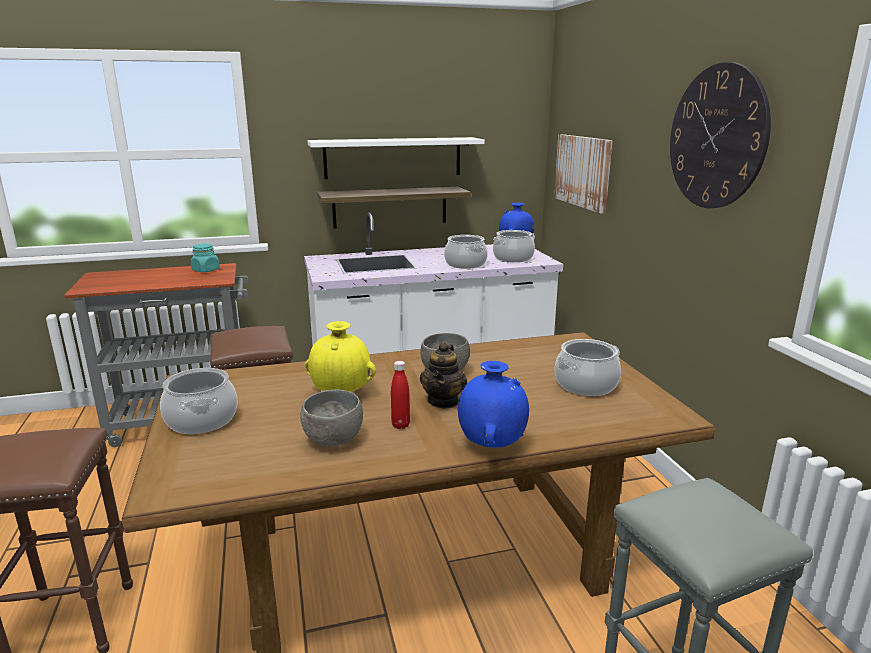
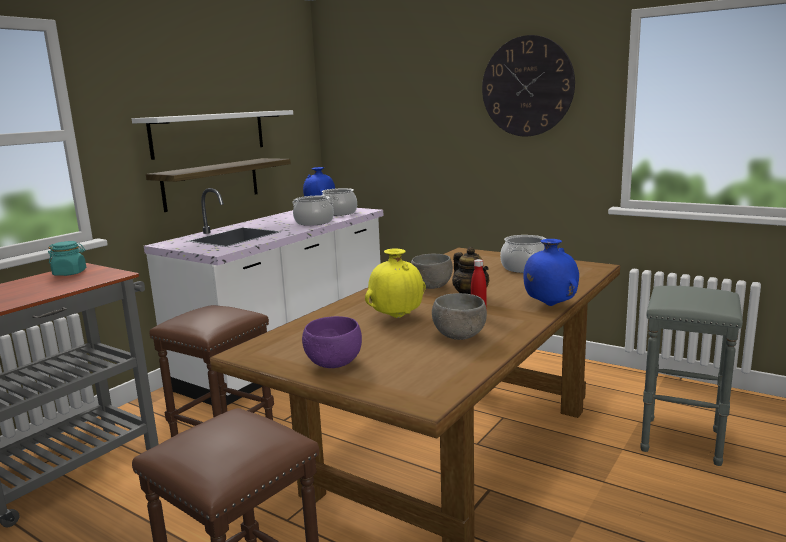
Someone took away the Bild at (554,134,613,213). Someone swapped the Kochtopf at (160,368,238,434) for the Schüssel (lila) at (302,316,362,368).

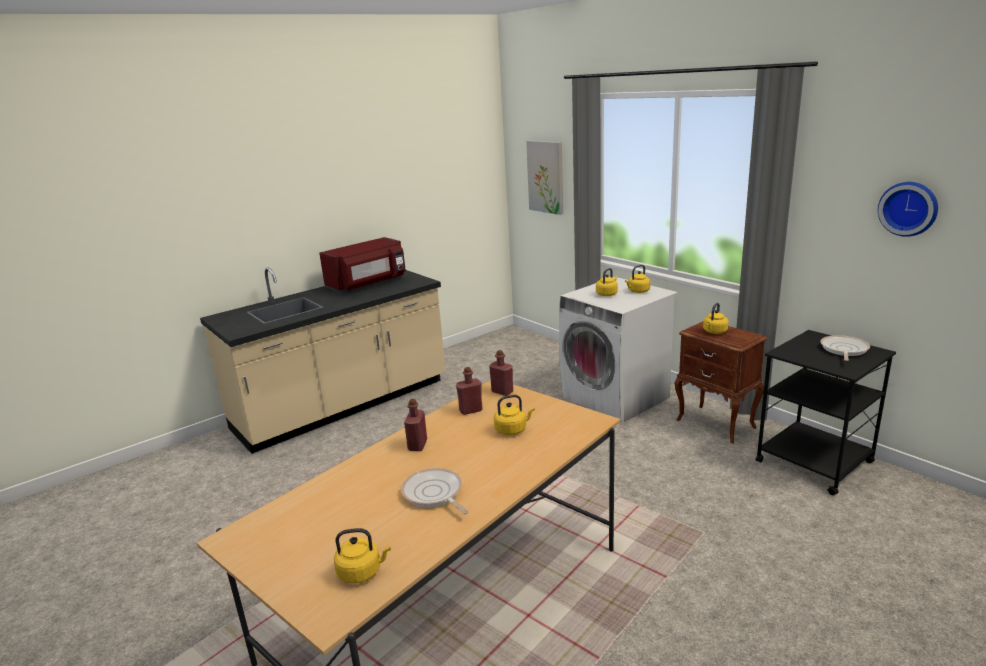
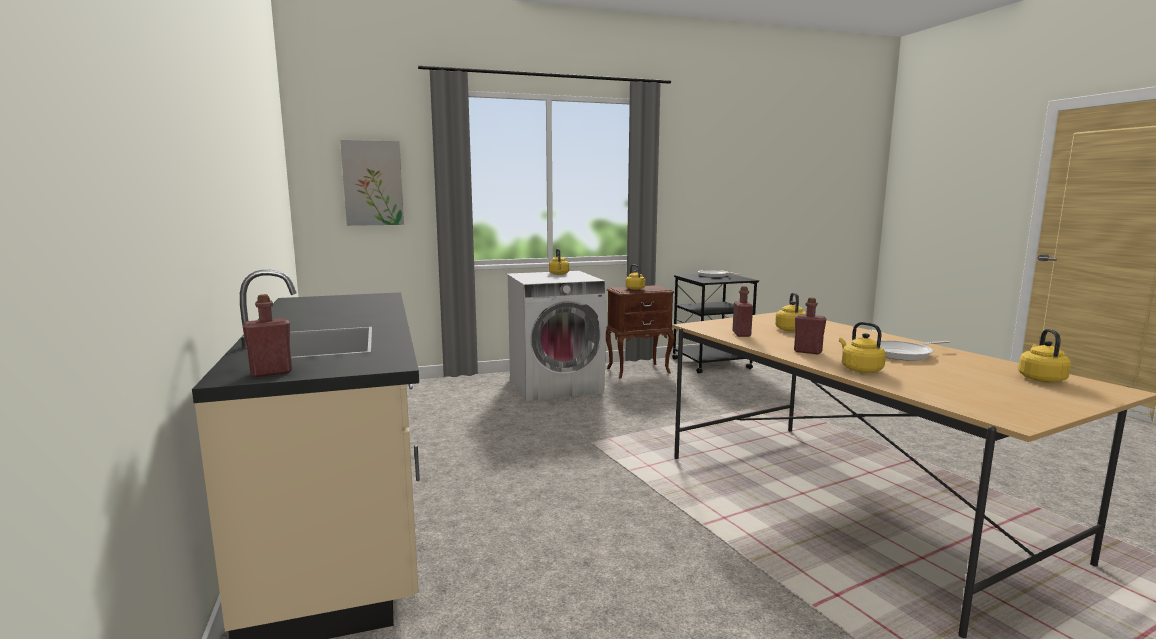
Someone took away the Mikrowelle (rot) at (319,237,405,292). Someone took away the Wanduhr at (878,182,938,237). Someone carried the Flasche (rot) from (489,350,513,396) to (242,294,292,377). Someone carried the Wasserkessel (gelb) from (596,268,618,296) to (839,322,886,373).

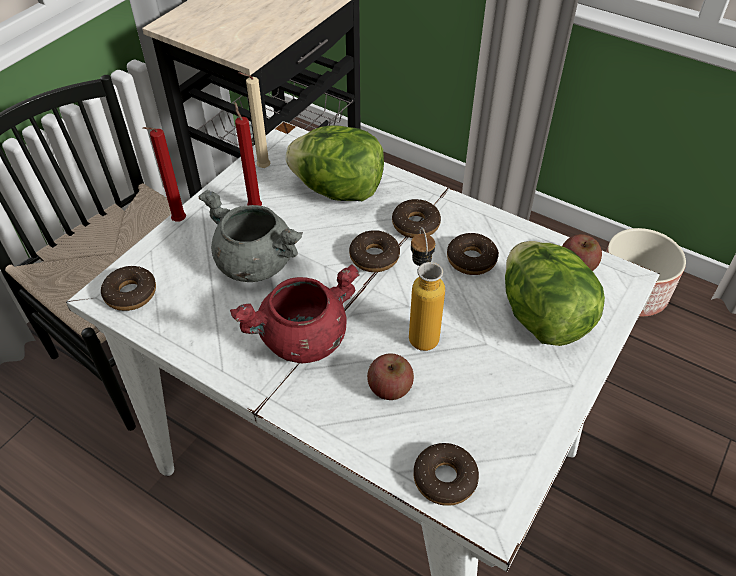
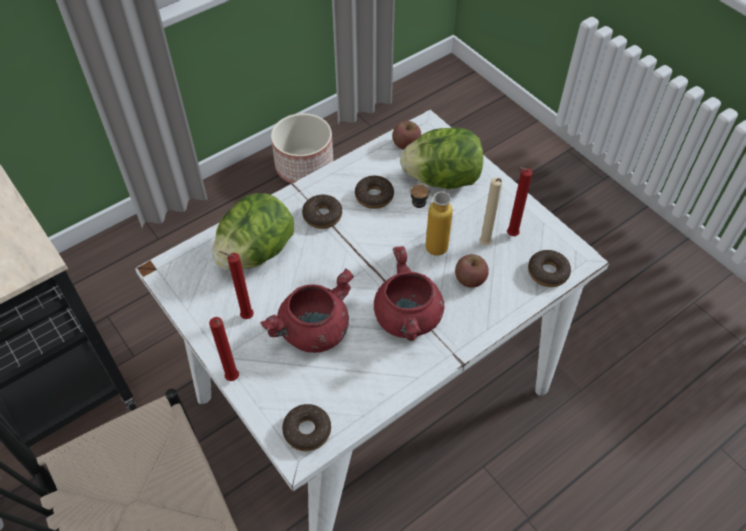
Someone took away the Donut at (349,230,400,272). Someone put down the Kerze (rot) at (507,167,533,236). Someone carried the Kerze (beige) from (239,72,270,168) to (479,177,502,246). Someone repainted the Kochtopf (grau) at (198,190,303,282), which became the Kochtopf (rot) at (260,269,354,353).

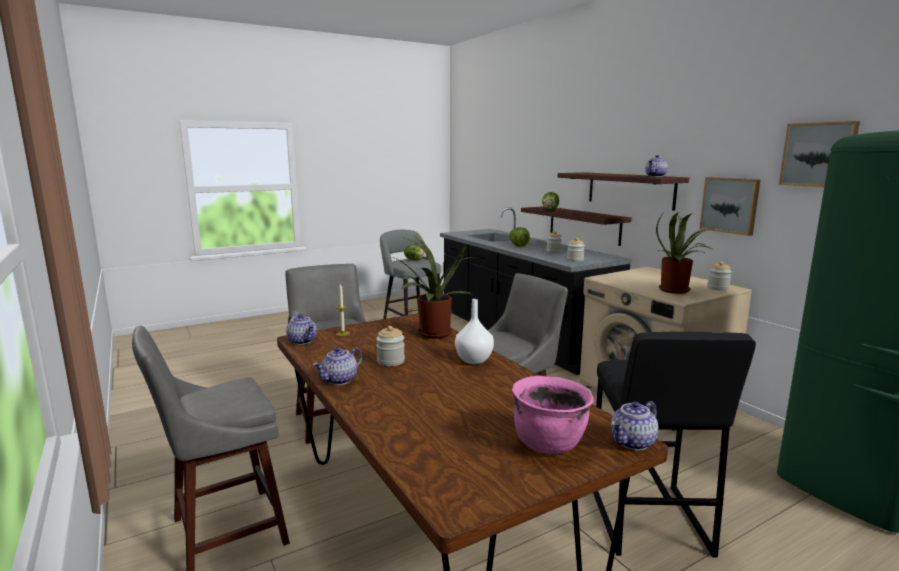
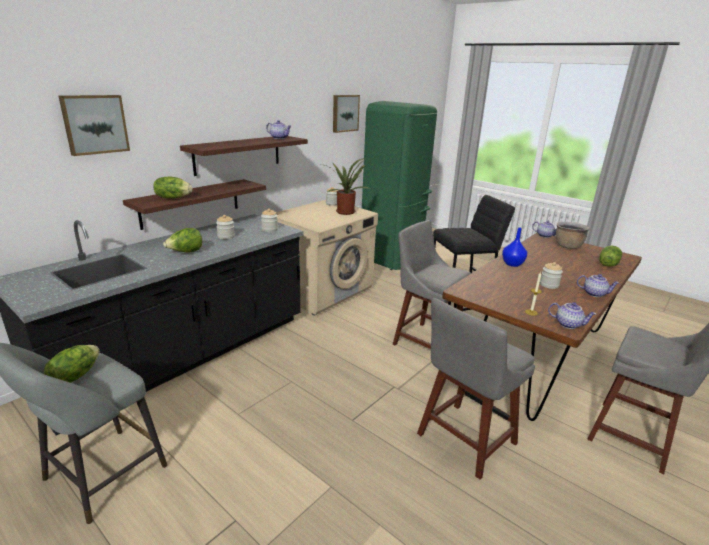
Someone took away the Topfpflanze at (391,236,476,339). Someone put down the Salatkopf at (599,246,622,267). Someone carried the Bild from (700,177,760,236) to (59,95,130,156). Someone repainted the Vase (weiß) at (455,299,494,364), which became the Vase (blau) at (502,228,527,267). Someone repainted the Kochtopf (rosa) at (512,376,594,454), which became the Kochtopf (braun) at (556,222,590,249). Someone rotated the Teekanne at (286,314,317,345) by 90 degrees clockwise.

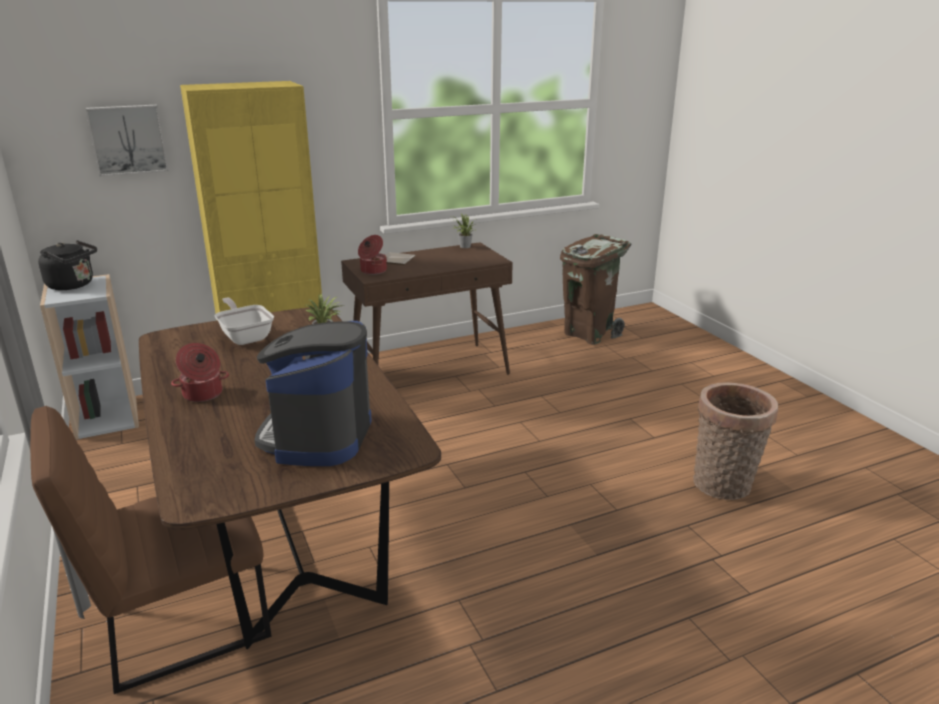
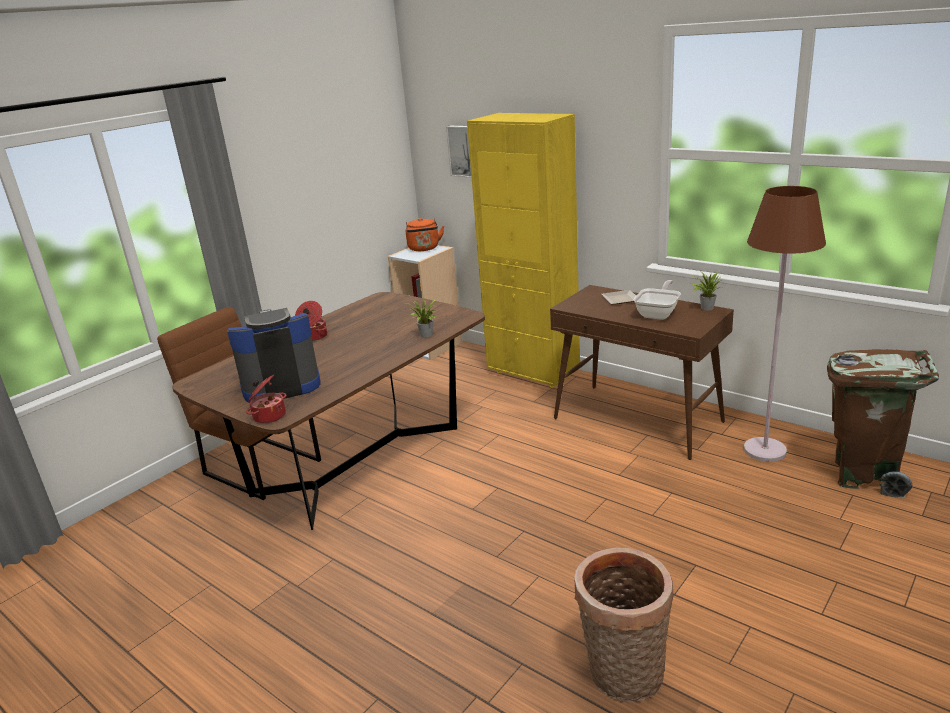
Someone put down the Stehlampe (braun) at (744,186,826,462). Someone carried the Pfanne from (214,297,274,345) to (633,280,681,320). Someone carried the Kochtopf from (358,235,387,275) to (246,375,287,424). Someone repainted the Wasserkessel (schwarz) at (38,240,97,290), which became the Wasserkessel (orange) at (406,218,444,251).

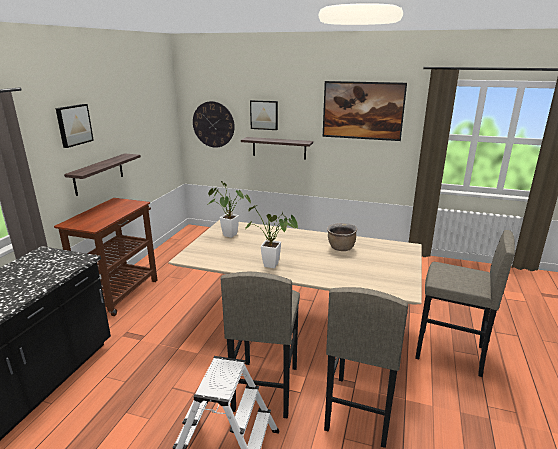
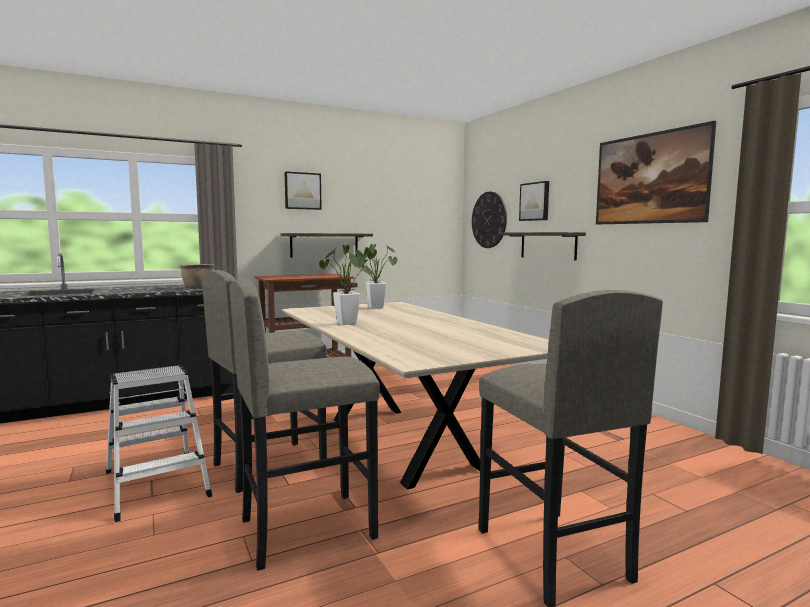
Someone carried the Kochtopf (braun) from (327,223,358,251) to (180,264,215,289).

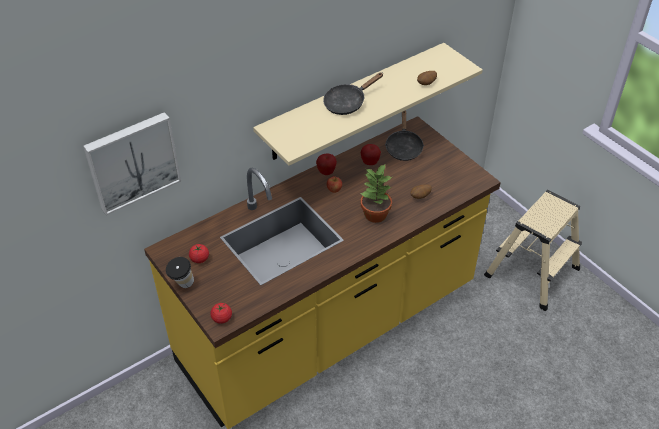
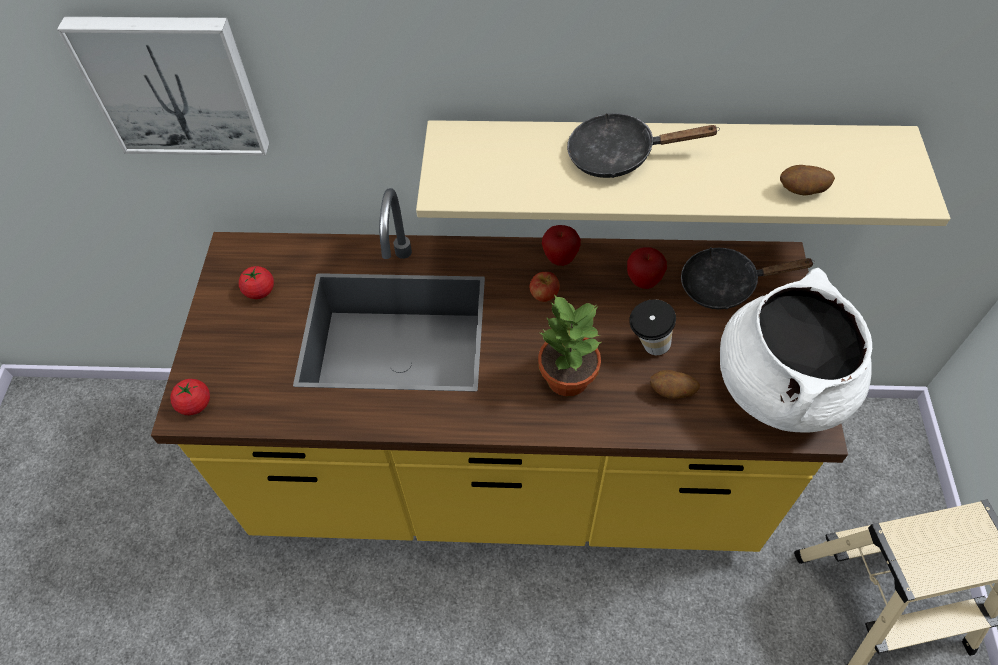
Someone put down the Kochtopf (weiß) at (720,268,872,433). Someone carried the Tasse from (166,257,194,288) to (629,299,676,355). Someone rotated the Pfanne (schwarz) at (385,111,424,161) by 45 degrees clockwise.

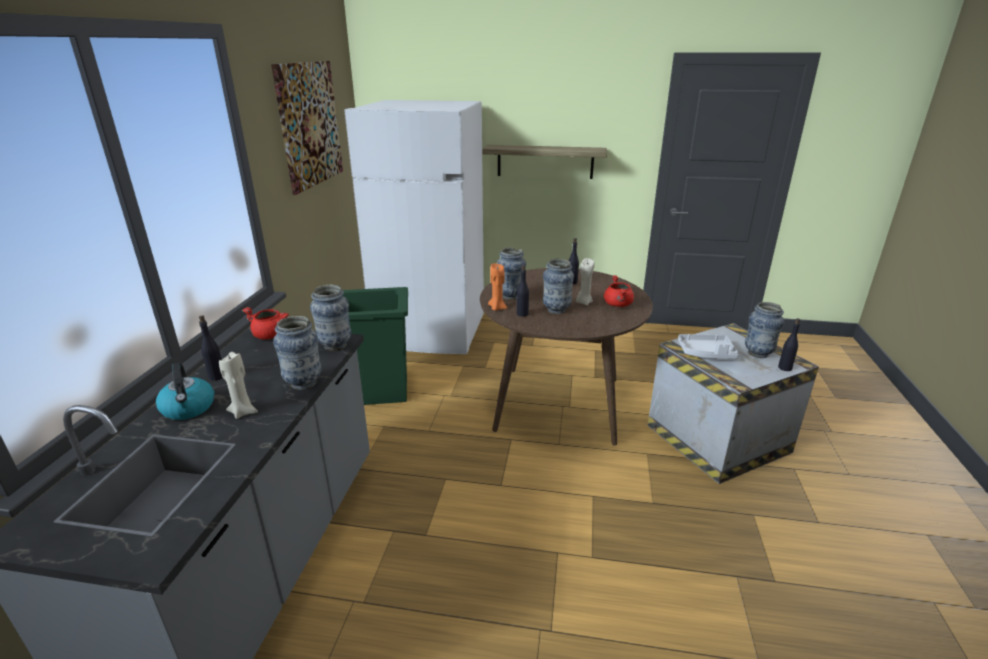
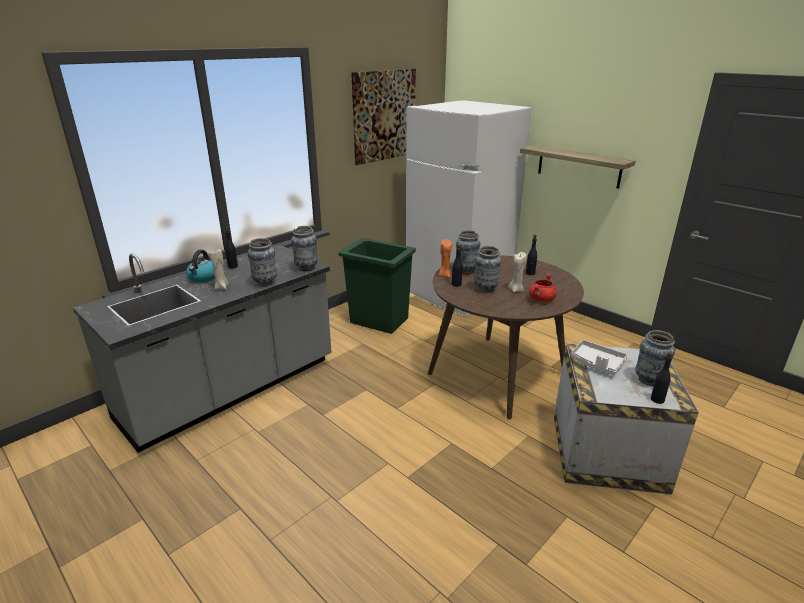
Someone took away the Kochtopf (rot) at (242,307,289,340).

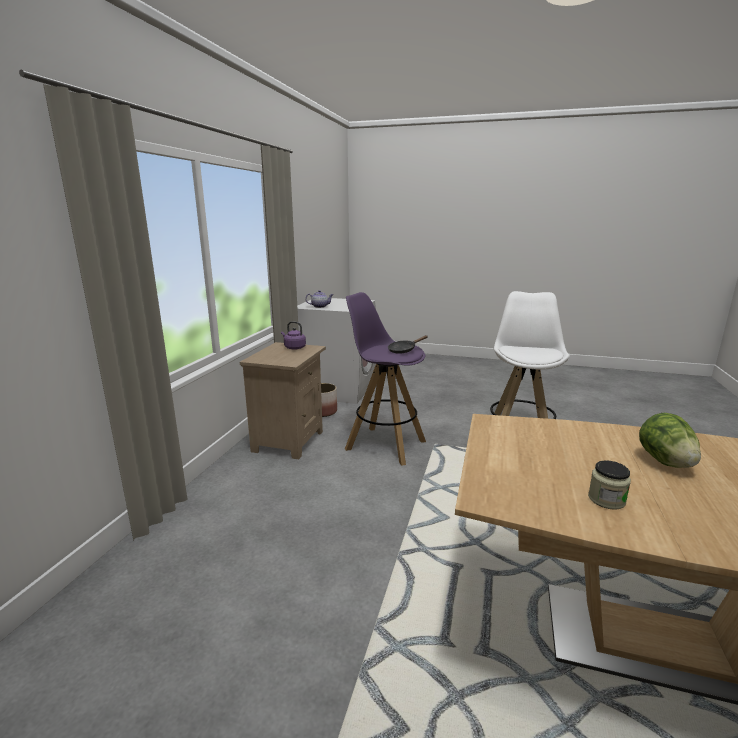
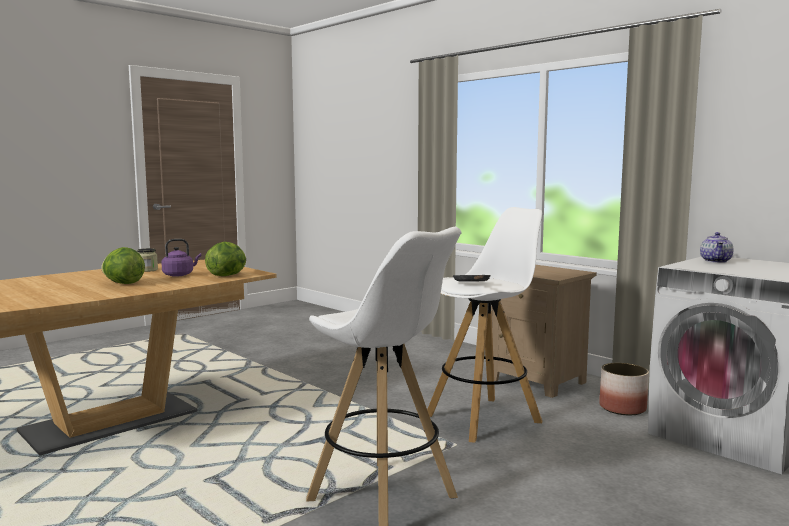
Someone put down the Salatkopf at (205,242,246,276). Someone carried the Wasserkessel (lila) from (281,321,306,350) to (161,239,201,277). Someone repainted the Hocker (lila) at (345,292,426,465), which became the Hocker (weiß) at (427,207,542,442).

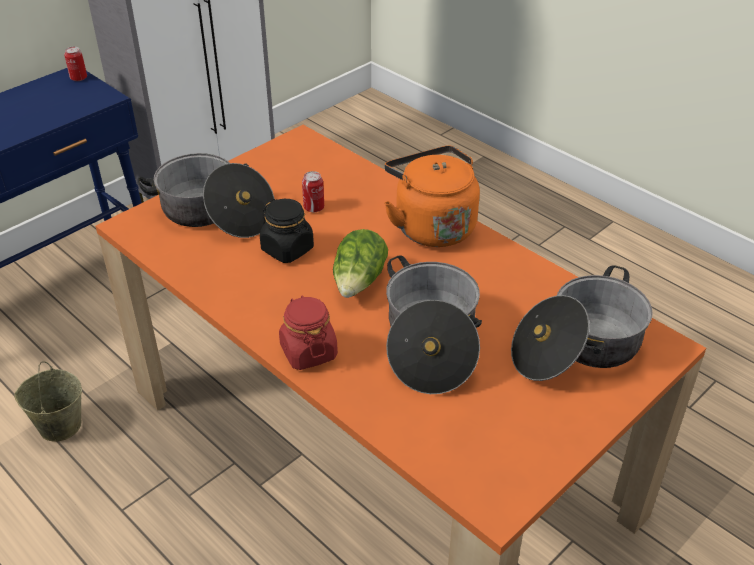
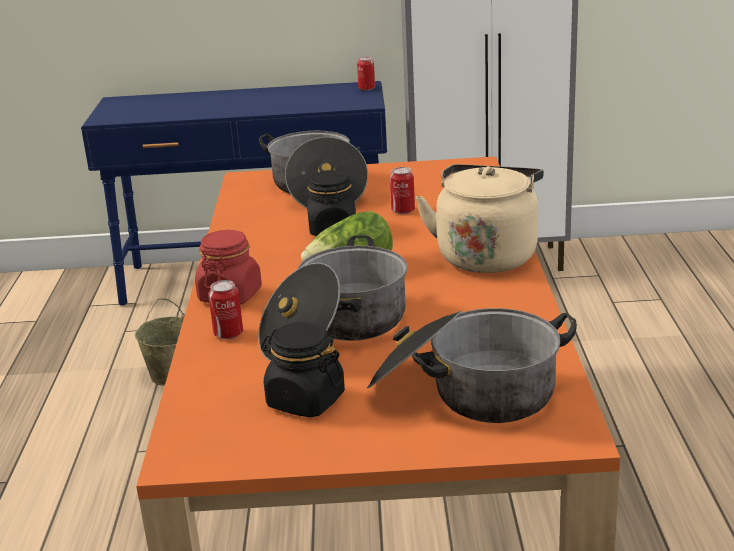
Someone put down the Dose at (209,280,243,339). Someone put down the Vorratsglas (schwarz) at (261,322,345,417). Someone repainted the Wasserkessel (orange) at (384,146,480,247), which became the Wasserkessel (beige) at (415,164,544,273).

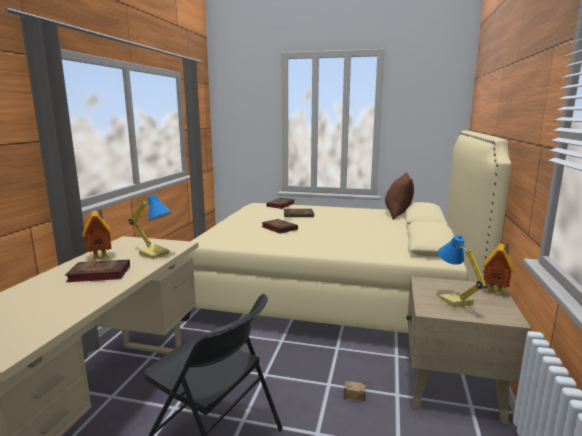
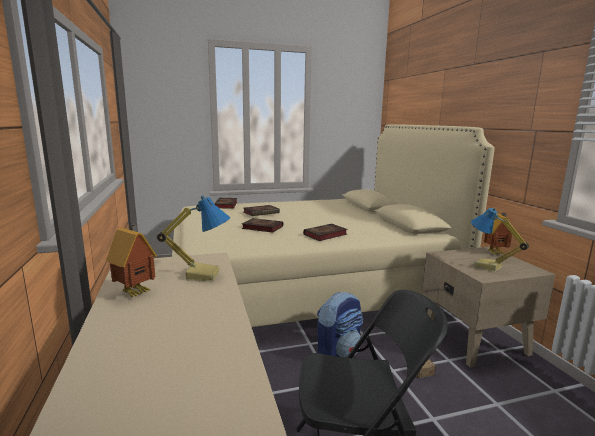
Someone took away the Kissen (braun) at (385,173,414,219). Someone put down the Rucksack at (317,292,363,358). Someone carried the Buch from (65,260,130,282) to (303,224,348,241).

